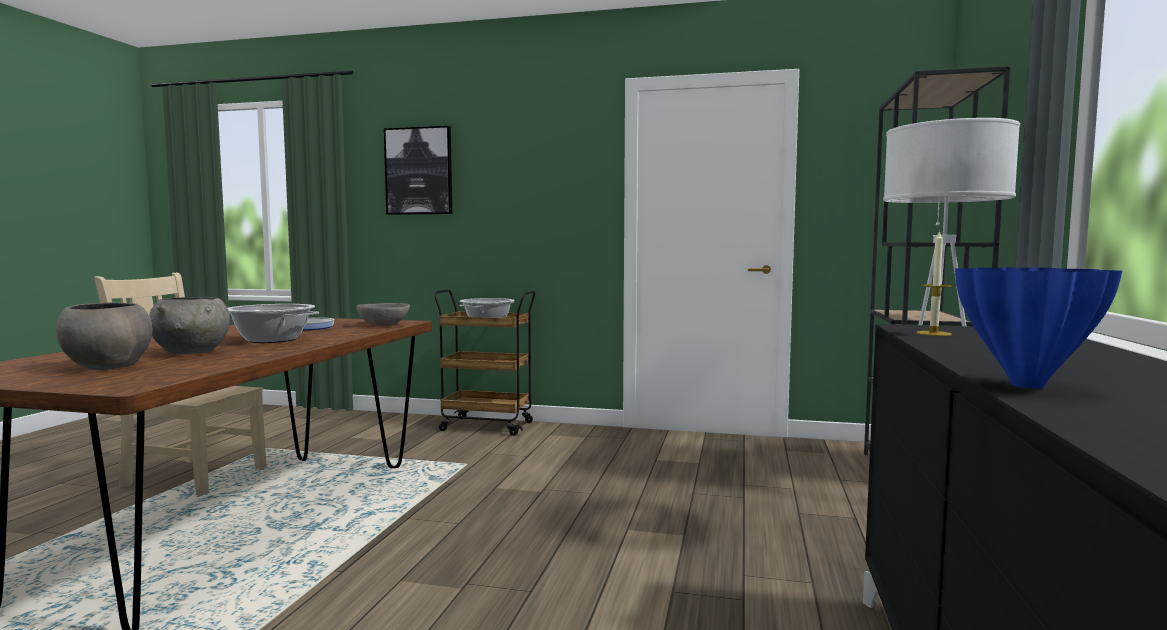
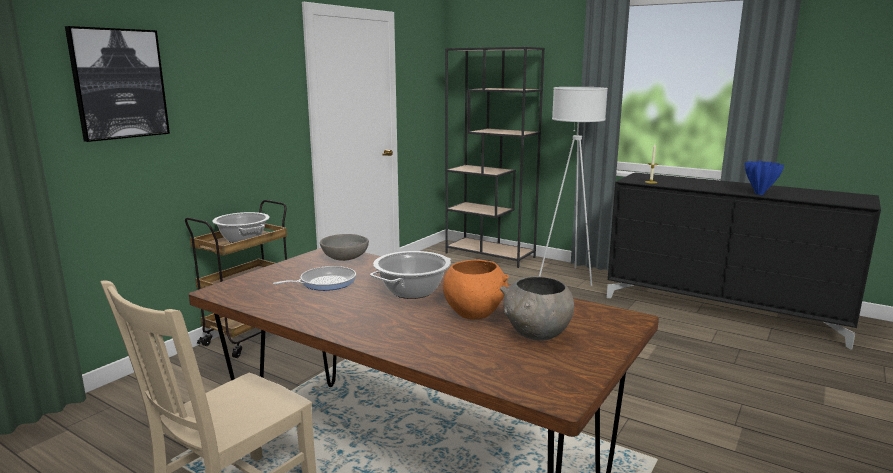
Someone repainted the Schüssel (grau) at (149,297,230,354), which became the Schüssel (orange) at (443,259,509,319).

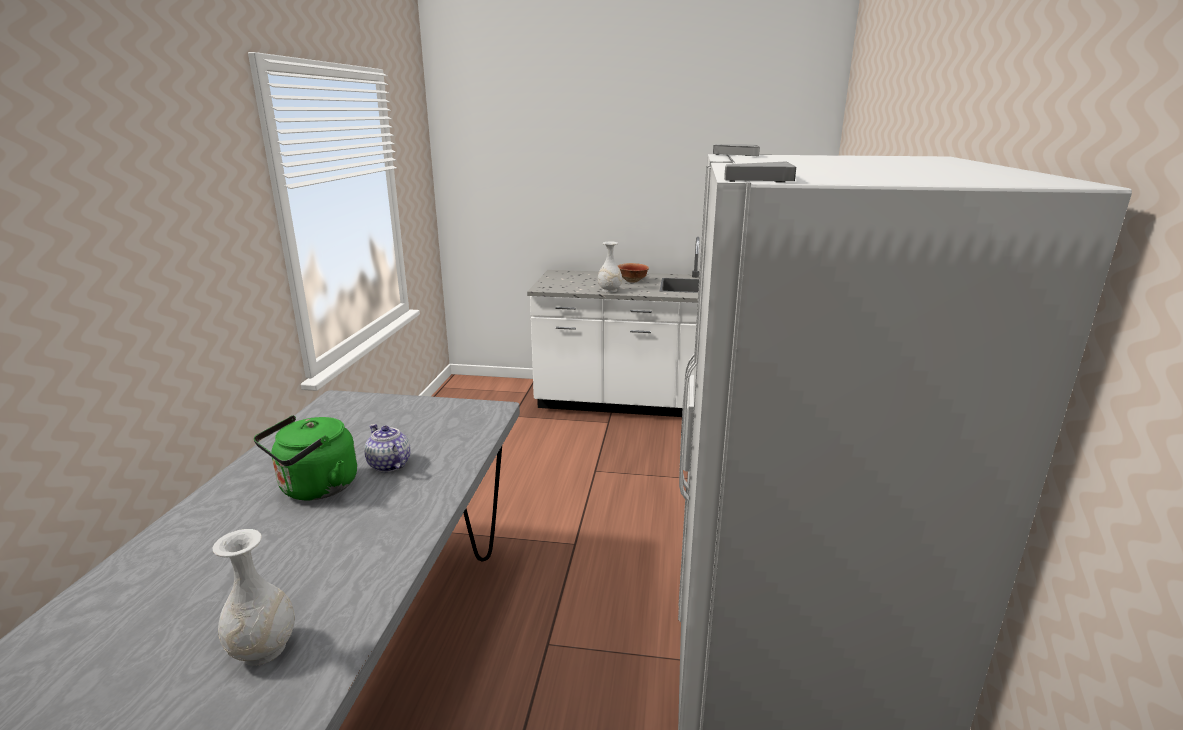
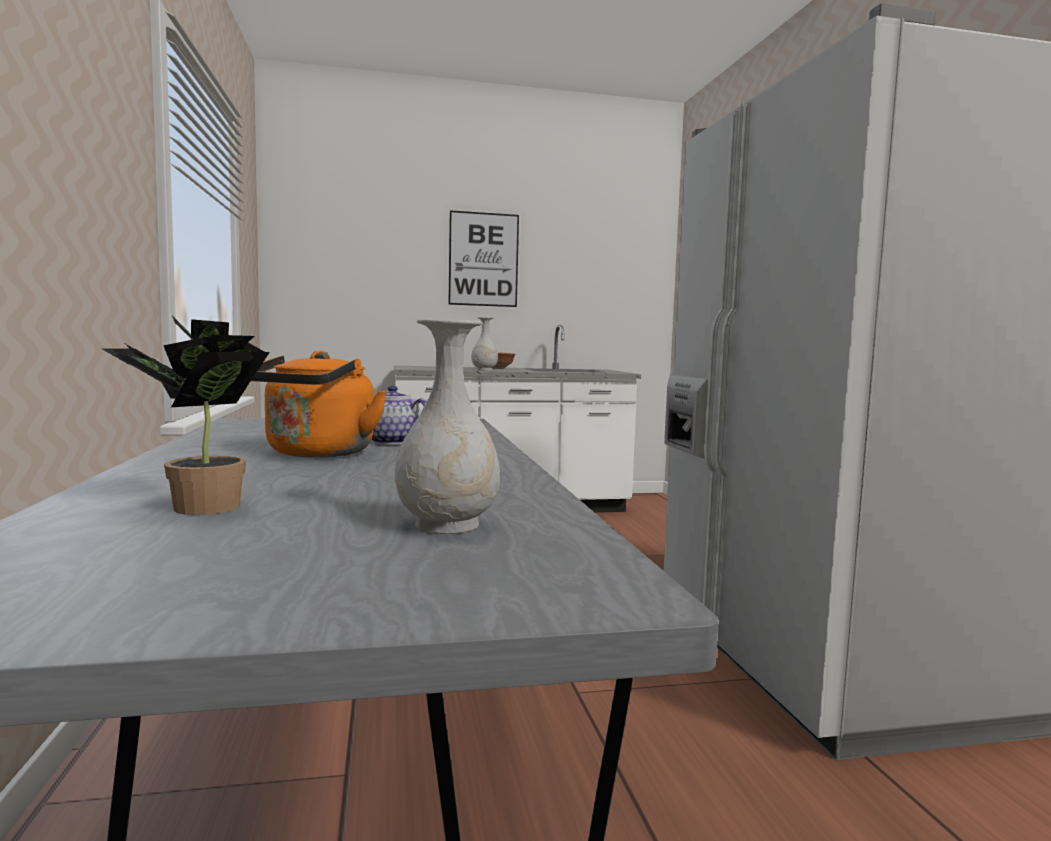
Someone put down the Topfpflanze at (102,315,269,515). Someone put up the Bild at (449,210,519,307). Someone repainted the Wasserkessel (grün) at (254,415,357,500), which became the Wasserkessel (orange) at (251,350,387,458).

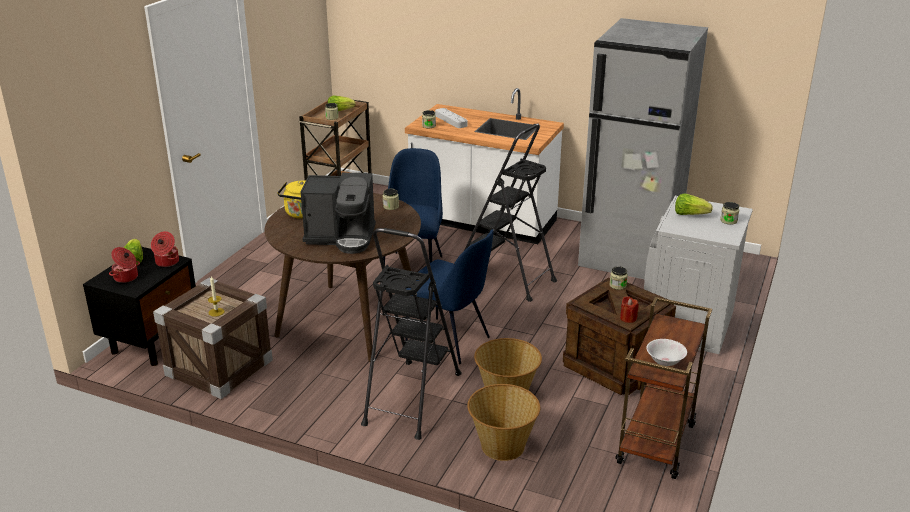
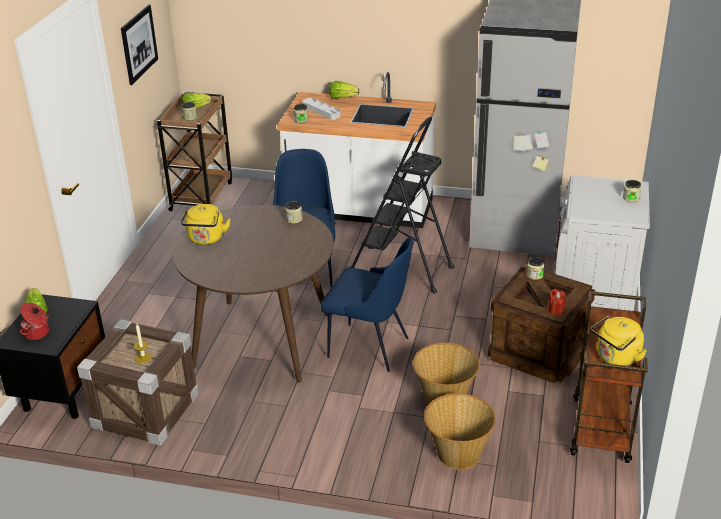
Someone took away the Kochtopf at (151,231,179,267). Someone took away the Kaffeemaschine at (301,173,376,254). Someone took away the Trittleiter at (361,228,462,440). Someone put up the Bild at (121,5,158,85). Someone carried the Salatkopf from (675,193,713,215) to (329,81,360,99). Someone swapped the Schüssel (weiß) at (646,339,687,366) for the Wasserkessel (gelb) at (591,315,647,366).

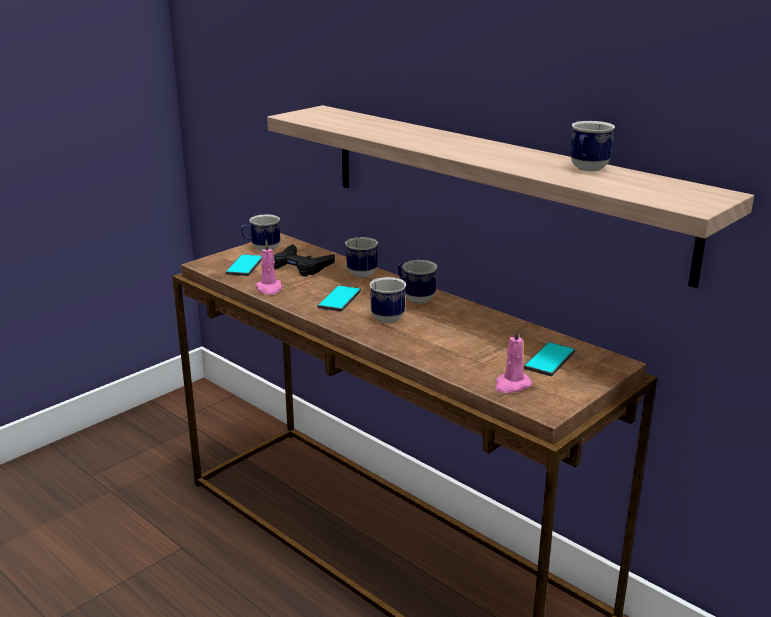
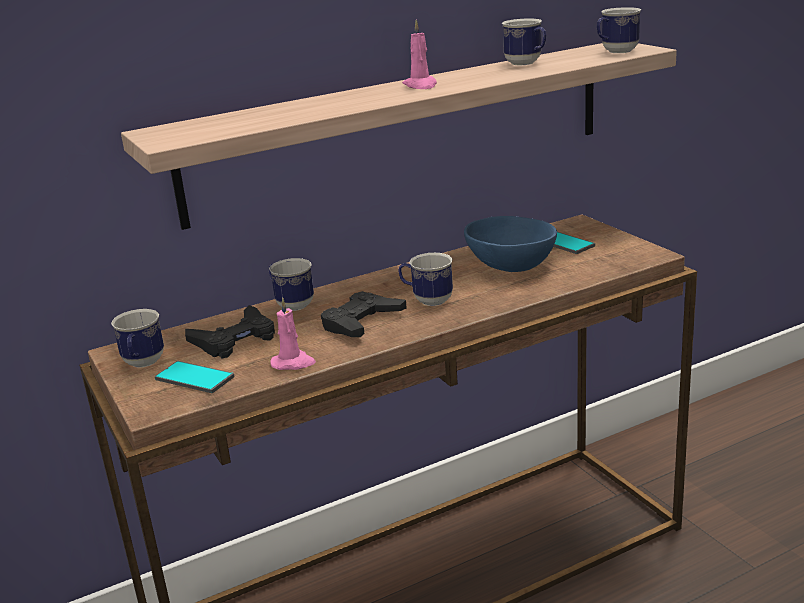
Someone put down the Schüssel (blau) at (464,216,557,272). Someone carried the Henkelbecher from (398,260,438,303) to (597,7,641,53). Someone carried the Kerze (rosa) from (495,327,532,393) to (402,20,437,89). Someone swapped the Handy at (317,285,361,312) for the Gamepad (schwarz) at (321,291,407,337).

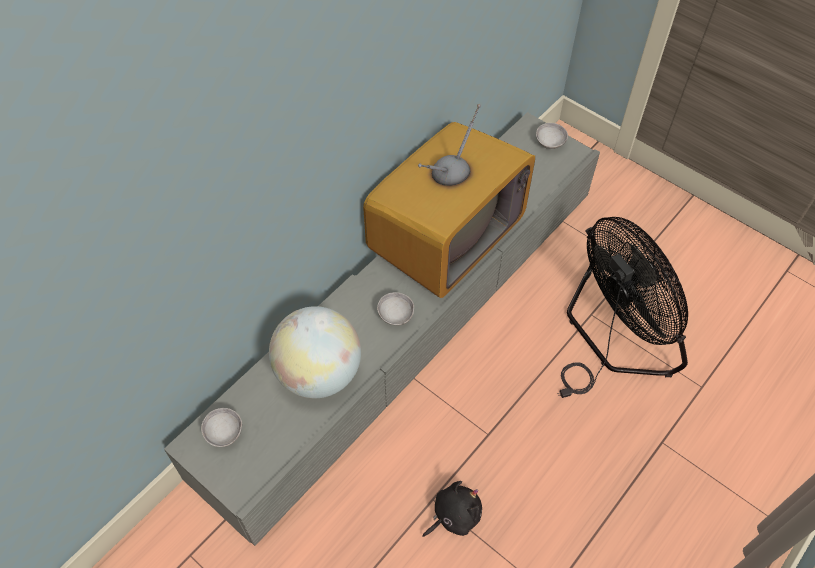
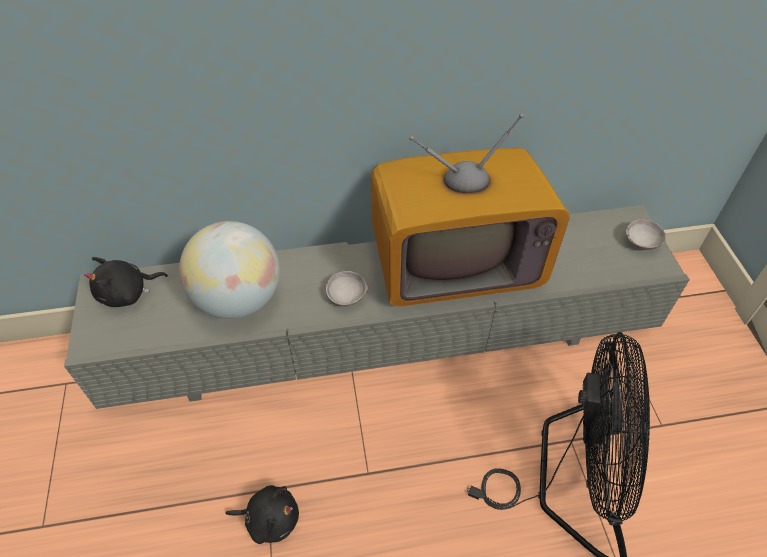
Someone swapped the Schüssel (grau) at (201,408,242,447) for the Plüschtier (schwarz) at (84,257,168,307).

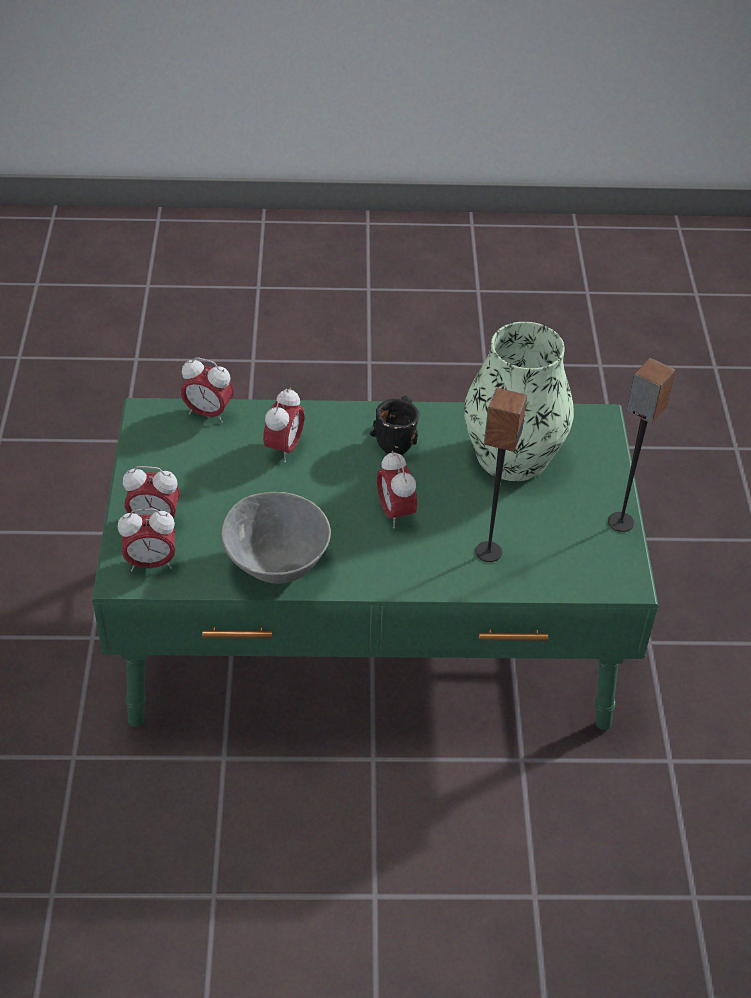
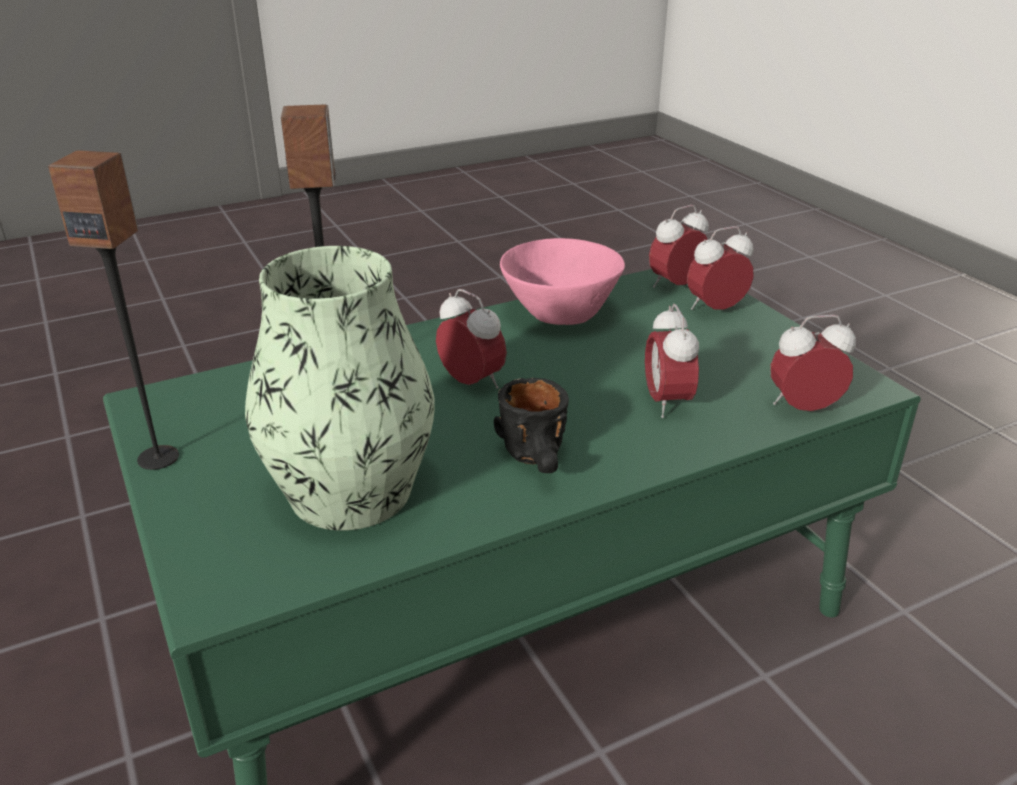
Someone repainted the Schüssel (grau) at (221,492,331,584), which became the Schüssel (rosa) at (500,238,625,325).

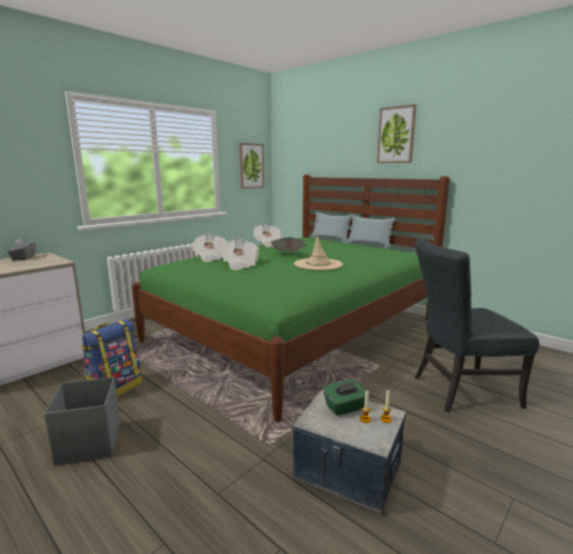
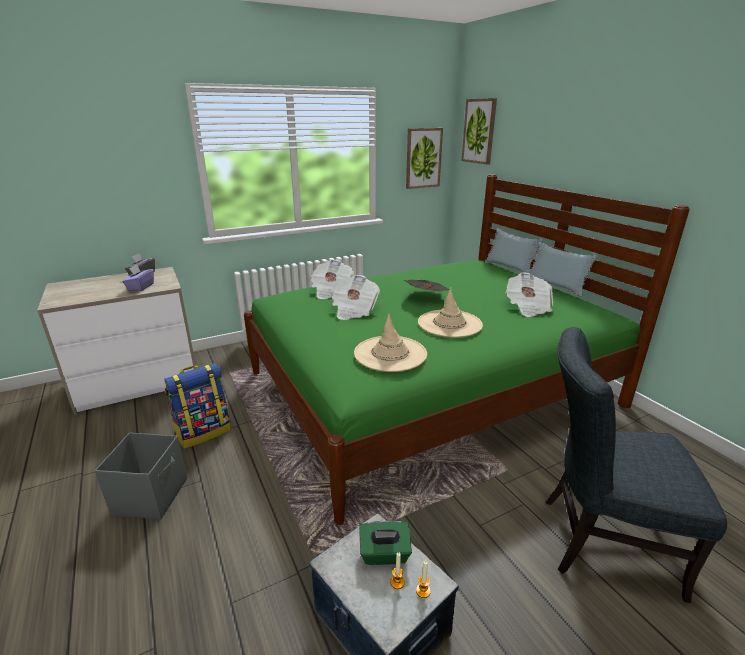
Someone put down the Taschentuchbox (lila) at (122,265,154,291). Someone put down the Hut (beige) at (354,314,427,372). Someone carried the Zeitung from (253,224,283,247) to (505,272,553,317). Someone carried the Bild from (377,104,417,163) to (462,98,497,165).

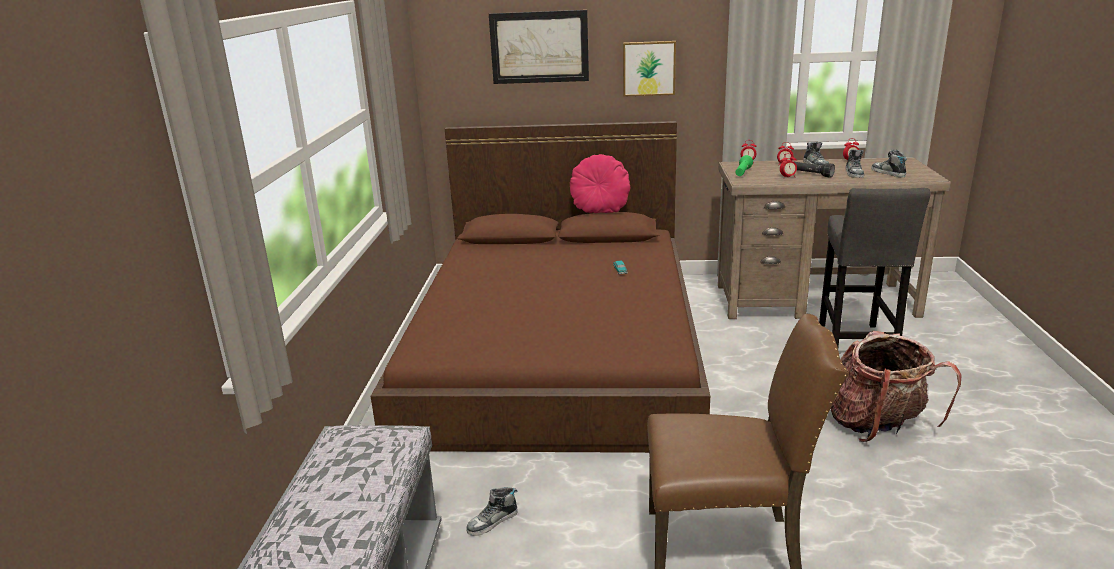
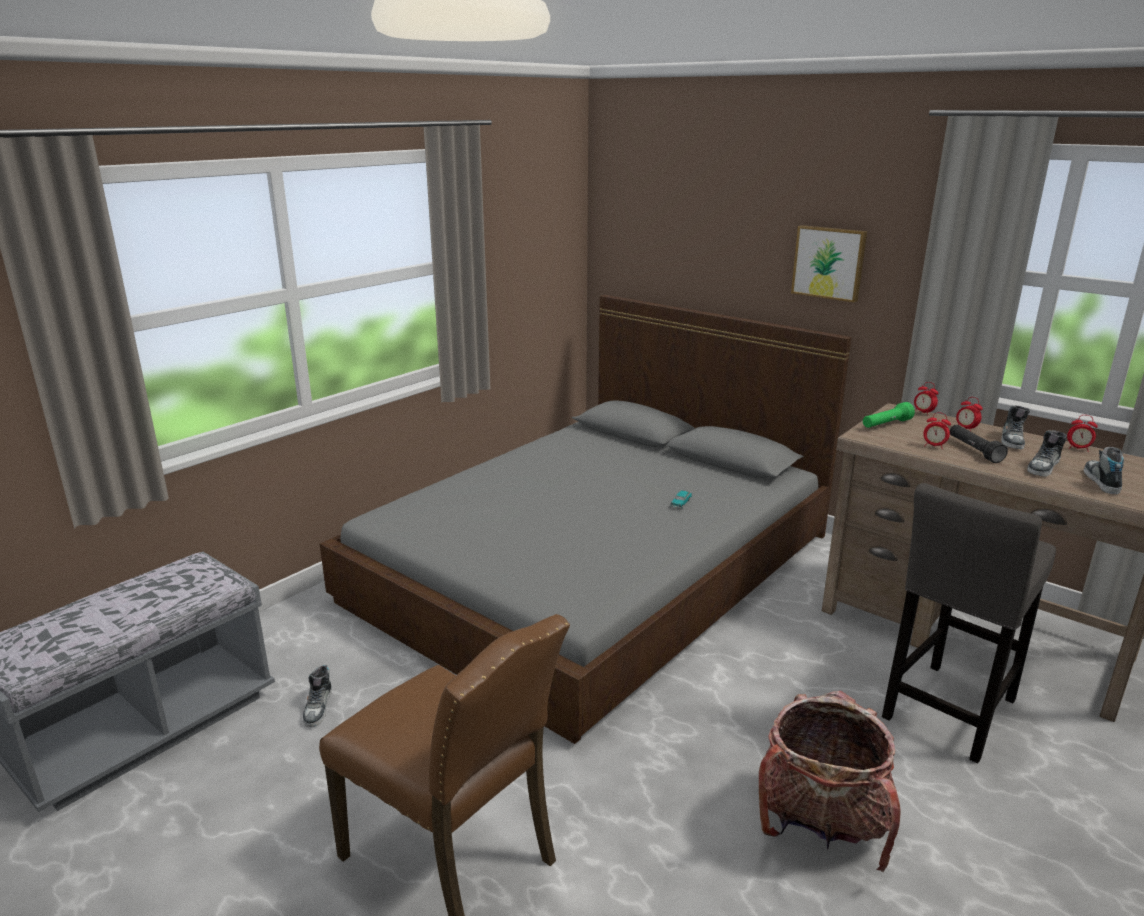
Someone took away the Bild at (489,10,589,84). Someone took away the Kissen (rosa) at (570,154,630,213). Someone repainted the Bett (braun) at (371,121,710,453), which became the Bett (grau) at (320,295,852,744). Someone rotated the Schuh at (466,487,518,536) by 90 degrees counterclockwise.

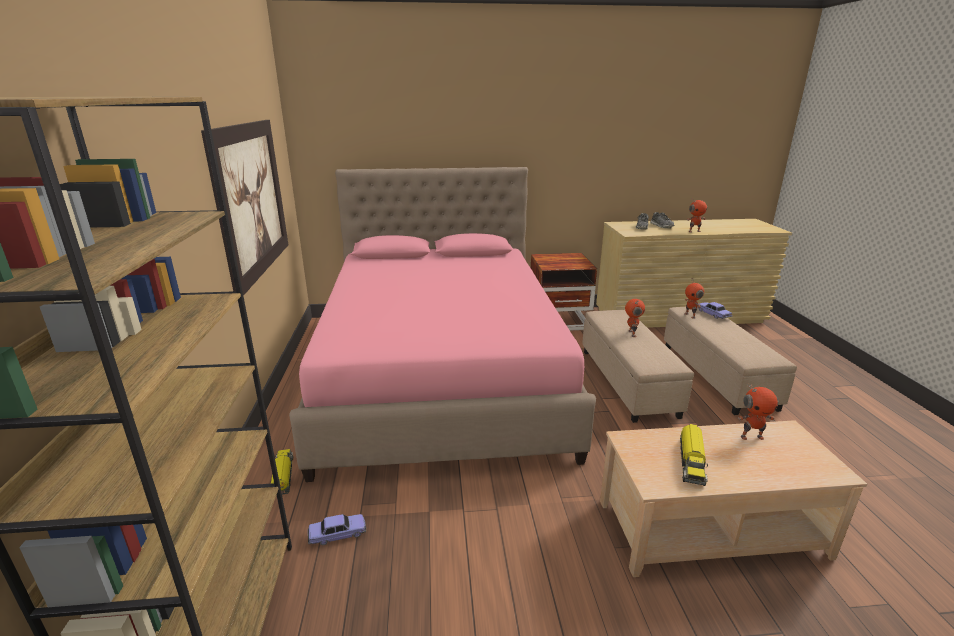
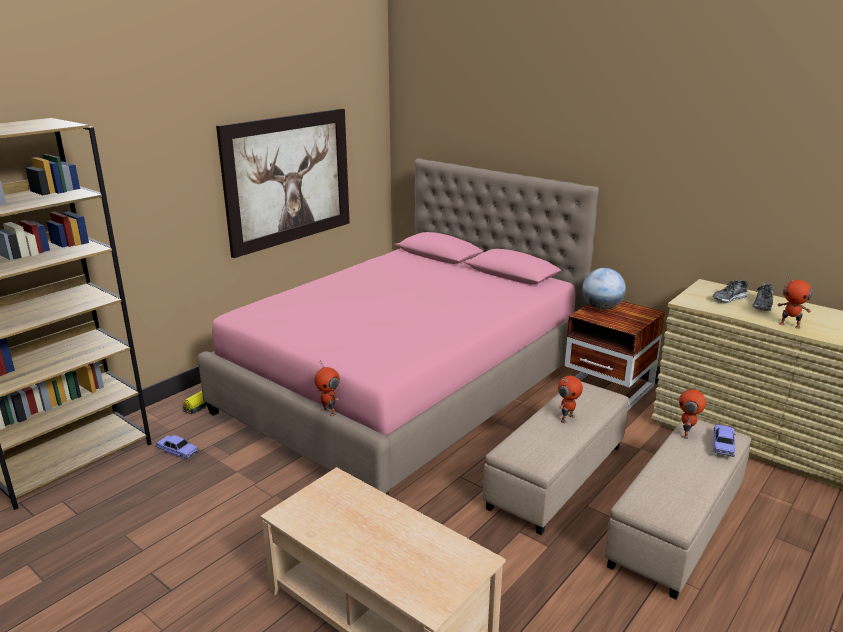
Someone took away the Spielzeuglaster at (680,424,708,486). Someone put down the Globus at (582,268,626,310). Someone carried the Spielzeugroboter from (738,383,778,440) to (314,362,340,416).

